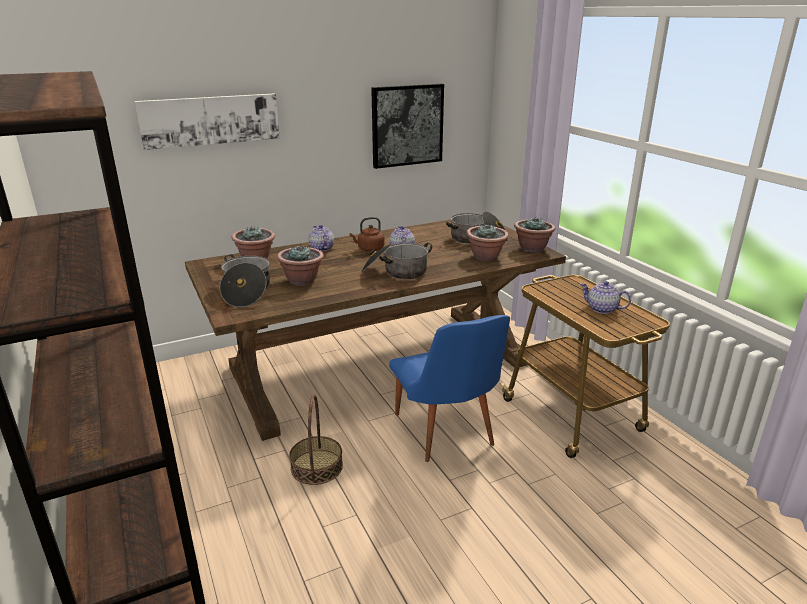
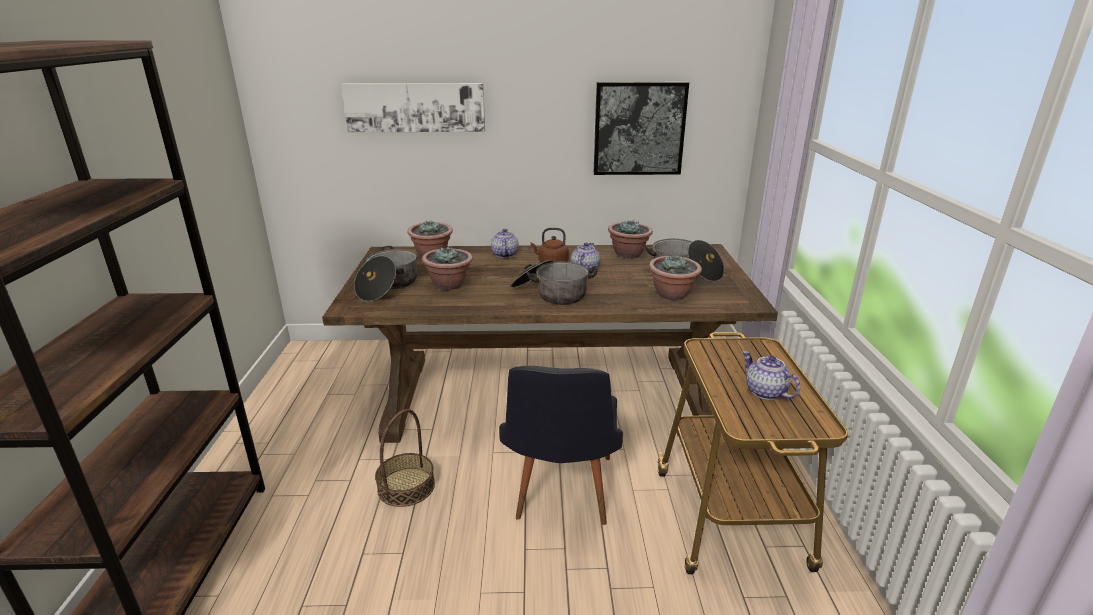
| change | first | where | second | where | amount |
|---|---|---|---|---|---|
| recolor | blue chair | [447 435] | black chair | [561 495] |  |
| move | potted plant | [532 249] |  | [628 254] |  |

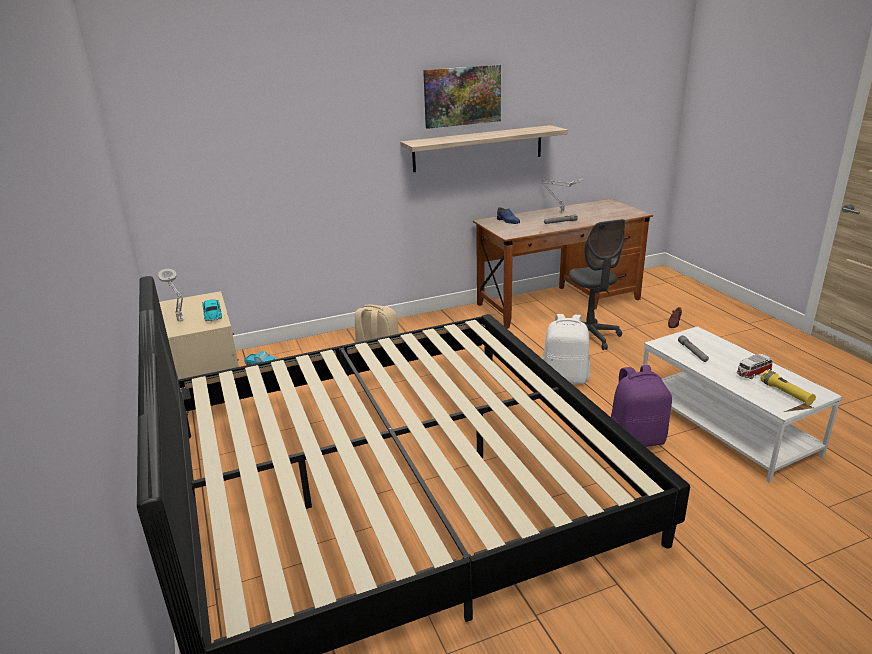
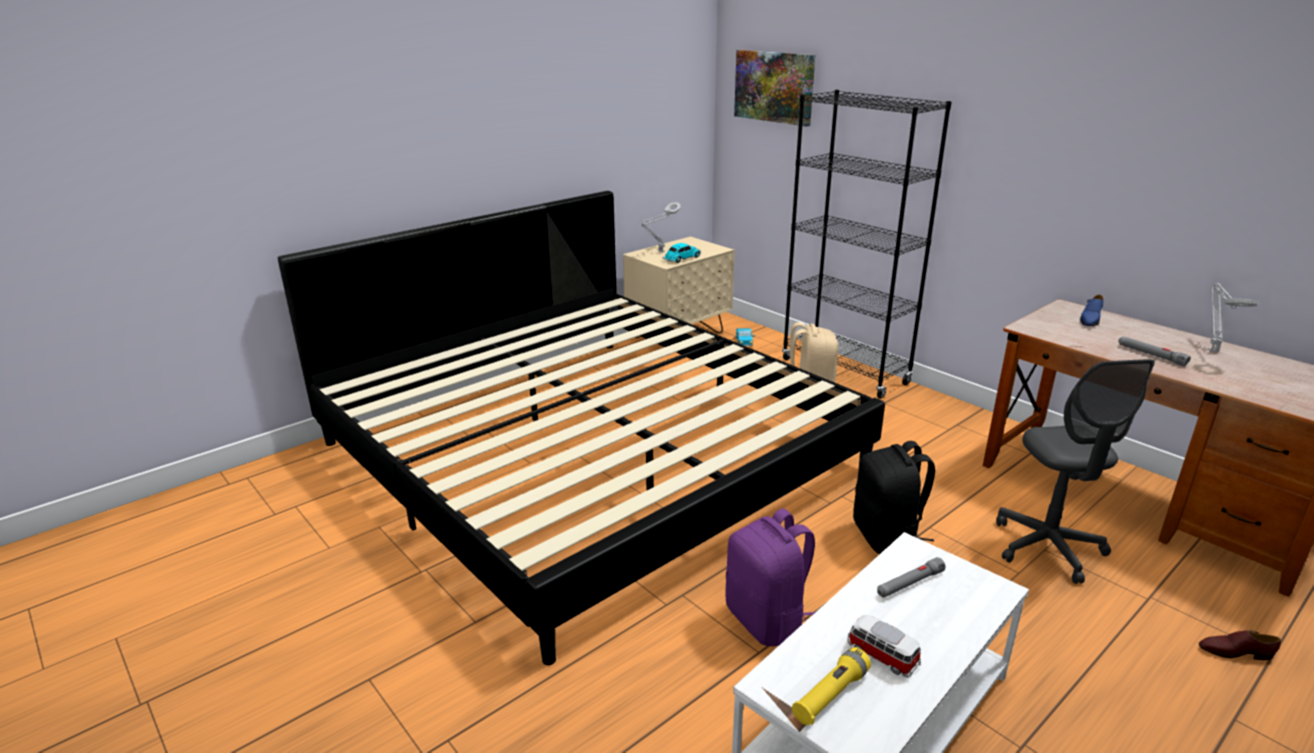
| change | first | where | second | where | amount |
|---|---|---|---|---|---|
| move | picture | [462 96] |  | [774 87] |  |
| insert |  |  | black bookcase | [844 372] |  |
| recolor | white backpack | [565 378] | black backpack | [887 537] |  |
| rotate | grey office chair | [589 336] |  | [1048 548] | 60 degrees counterclockwise |
| delete | shelf | [478 148] |  |  |  |

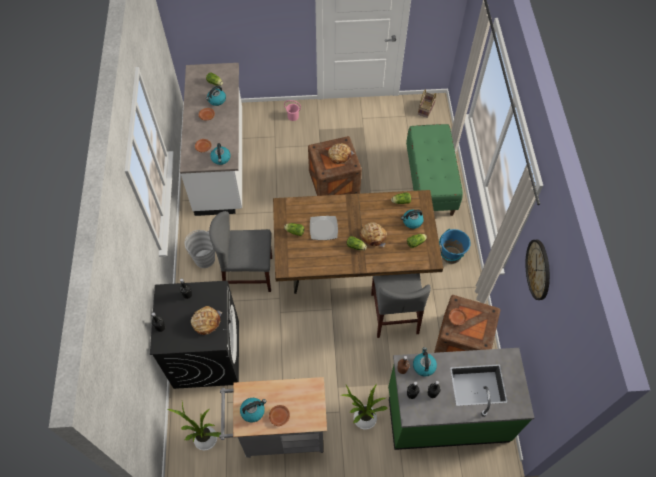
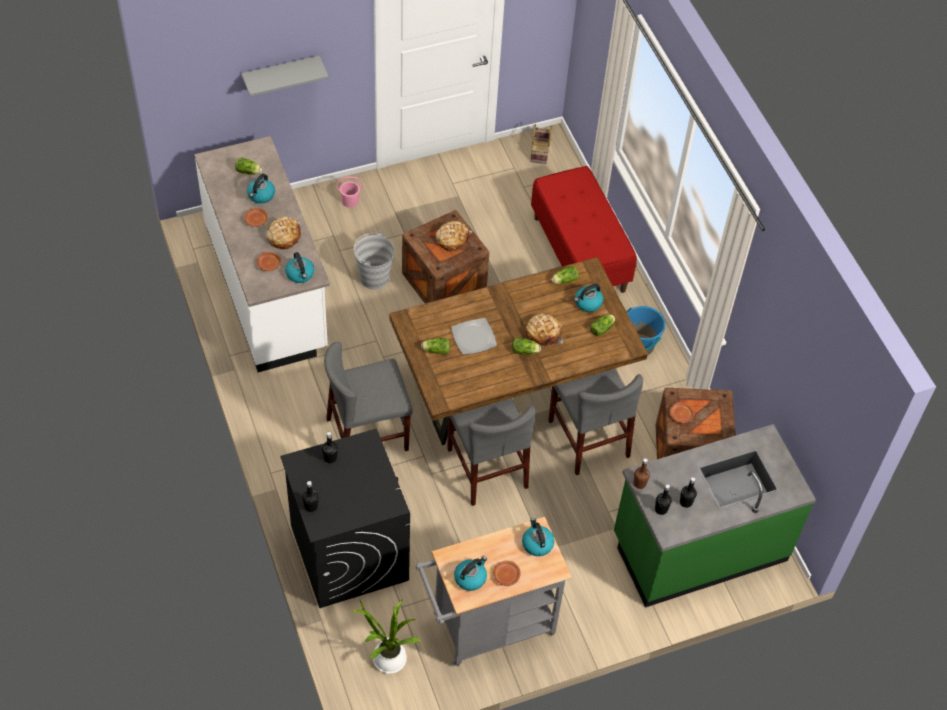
| change | first | where | second | where | amount |
|---|---|---|---|---|---|
| insert |  |  | grey shelf | [281 75] |  |
| move | bread | [206 322] |  | [283 236] |  |
| move | grey bucket | [204 259] |  | [374 278] |  |
| insert |  |  | grey chair | [487 468] |  |
| move | kettle | [423 366] |  | [537 543] |  |
| recolor | green bench | [430 182] | red bench | [579 254] |  |
| delete | potted plant | [363 417] |  |  |  |
| delete | wall clock | [538 269] |  |  |  |

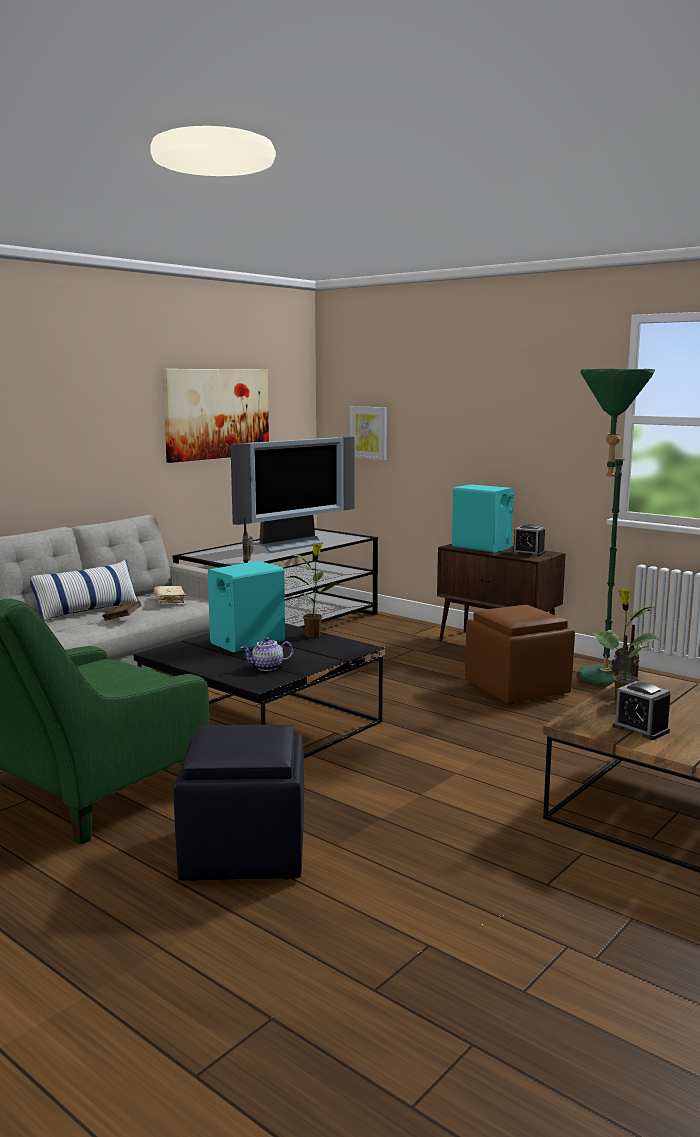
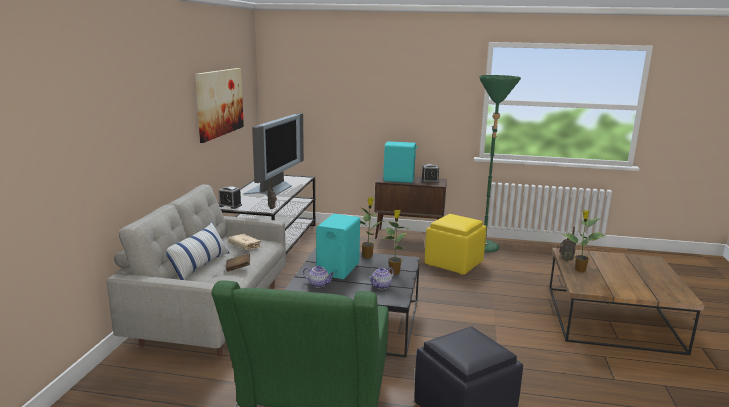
| change | first | where | second | where | amount |
|---|---|---|---|---|---|
| move | alarm clock | [640 729] |  | [230 205] |  |
| insert |  |  | teapot | [319 284] |  |
| insert |  |  | potted plant | [394 272] |  |
| recolor | brown ottoman | [517 688] | yellow ottoman | [453 263] |  |
| delete | picture | [369 432] |  |  |  |

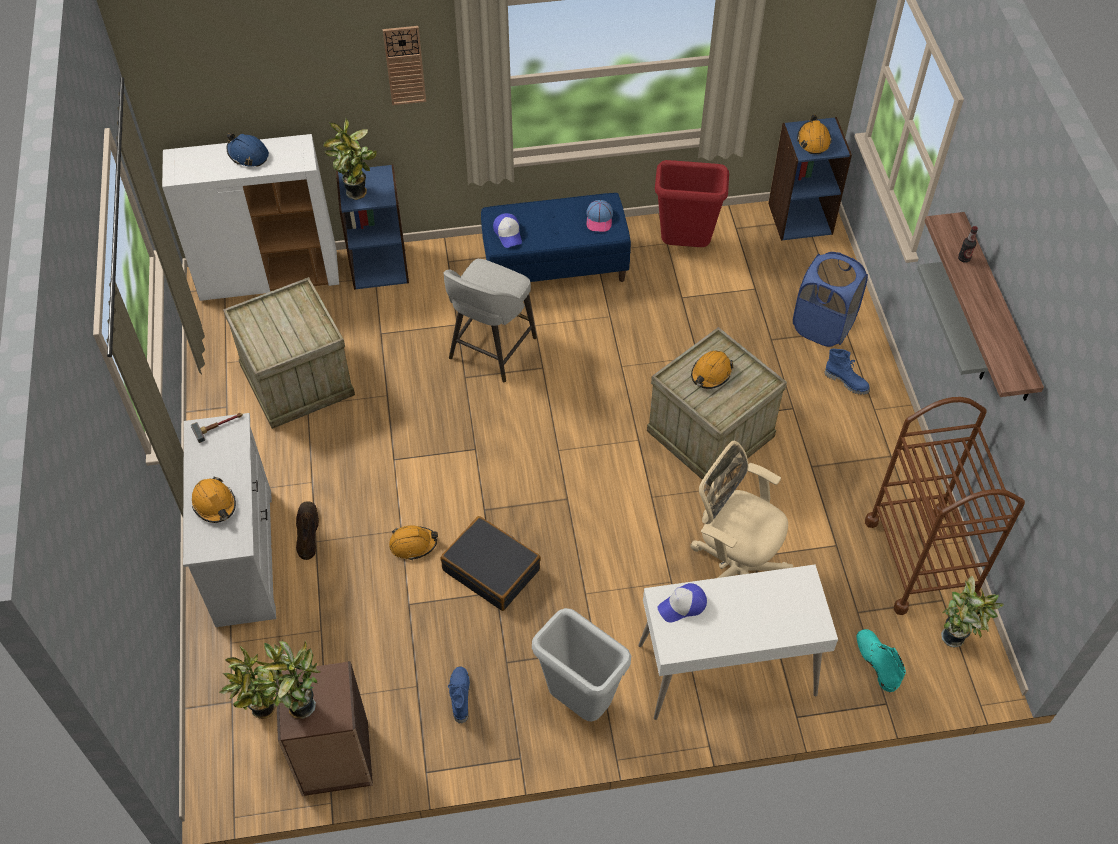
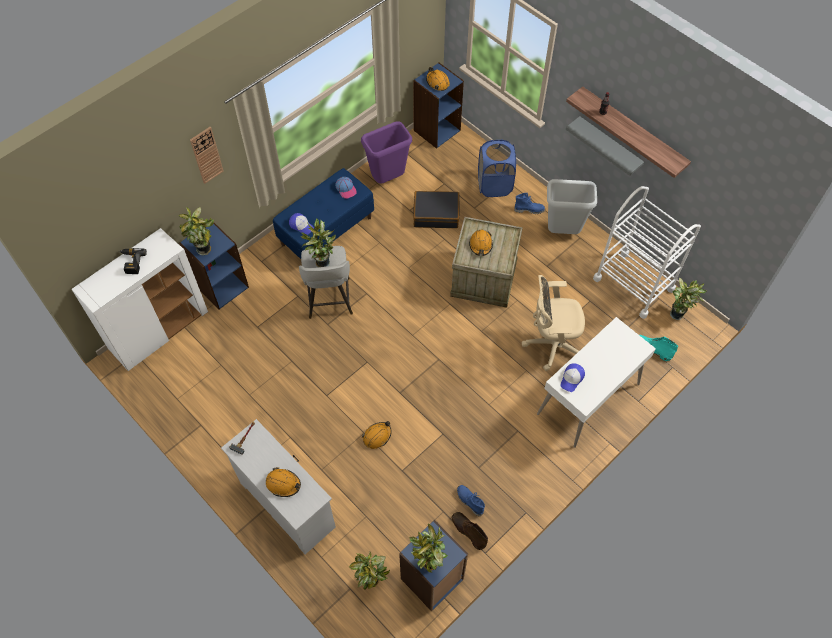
| change | first | where | second | where | amount |
|---|---|---|---|---|---|
| replace | blue hard hat | [248 154] | power drill | [131 262] |  |
| insert |  |  | potted plant | [321 262] |  |
| recolor | red trash can | [685 245] | purple trash can | [388 179] |  |
| recolor | brown bookcase | [335 759] | blue bookcase | [432 579] |  |
| move | black suitcase | [491 569] |  | [436 214] |  |
| move | brown boot | [307 532] |  | [468 531] |  |
| move | grey trash can | [578 702] |  | [562 232] |  |
| recolor | brown cart | [920 560] | white cart | [633 284] |  |
| delete | crate | [298 378] |  |  |  |

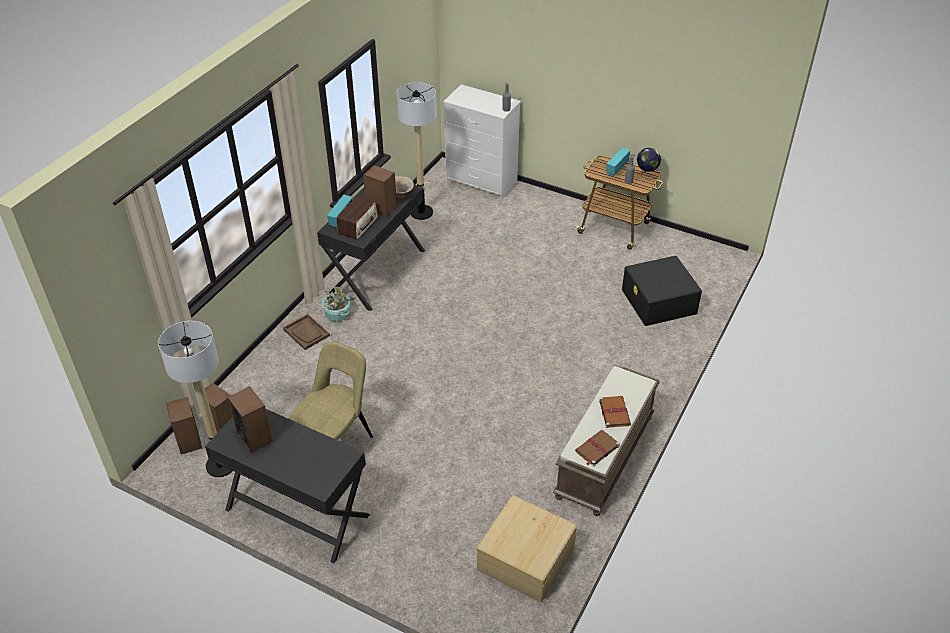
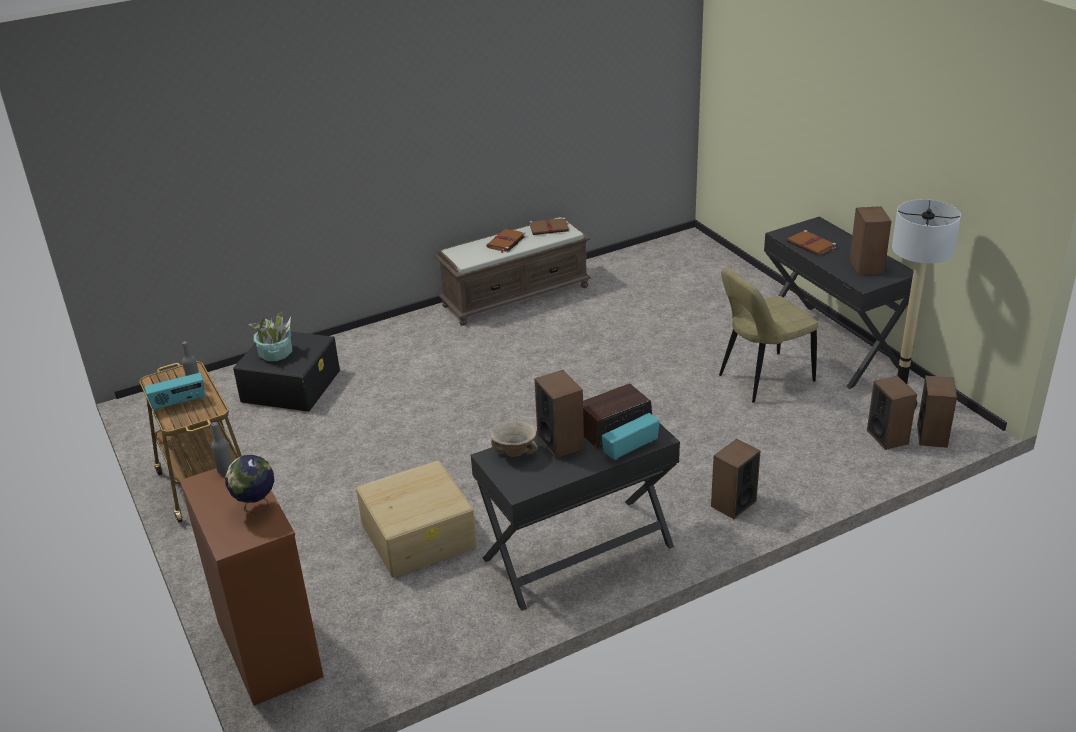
| change | first | where | second | where | amount |
|---|---|---|---|---|---|
| recolor | white dresser | [482 182] | brown dresser | [268 648] |  |
| move | globe | [646 174] |  | [256 507] |  |
| move | potted plant | [337 314] |  | [276 353] |  |
| move | beige storage box | [525 559] |  | [419 535] |  |
| replace | brown tray | [306 333] | speaker | [733 504] |  |
| insert |  |  | brown book | [811 245] |  |
| delete | floor lamp | [421 212] |  |  |  |

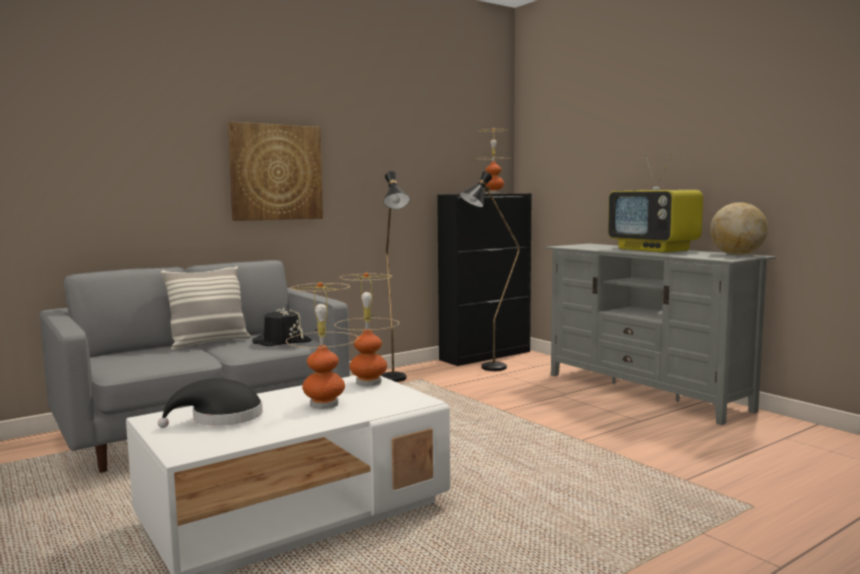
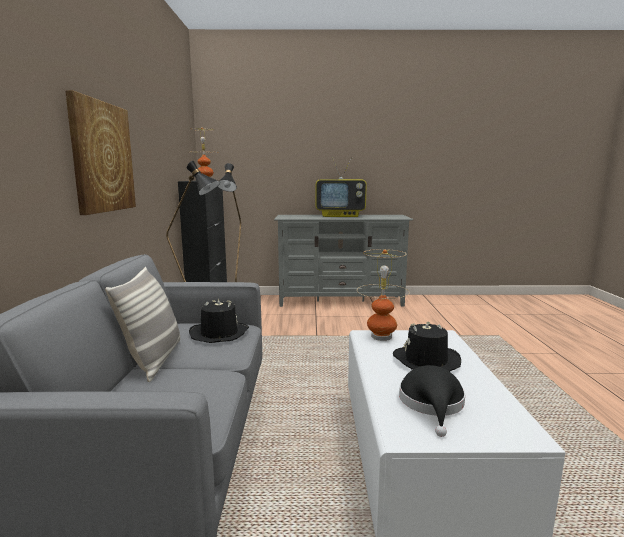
| change | first | where | second | where | amount |
|---|---|---|---|---|---|
| replace | table lamp | [323 404] | black hat | [426 360] |  |
| delete | globe | [737 254] |  |  |  |

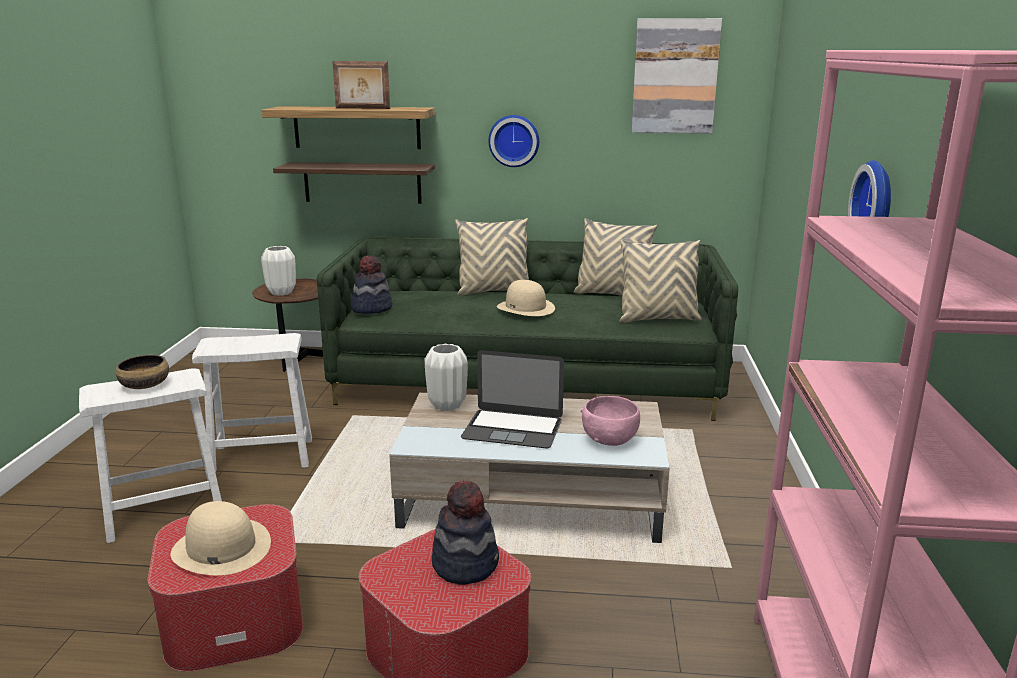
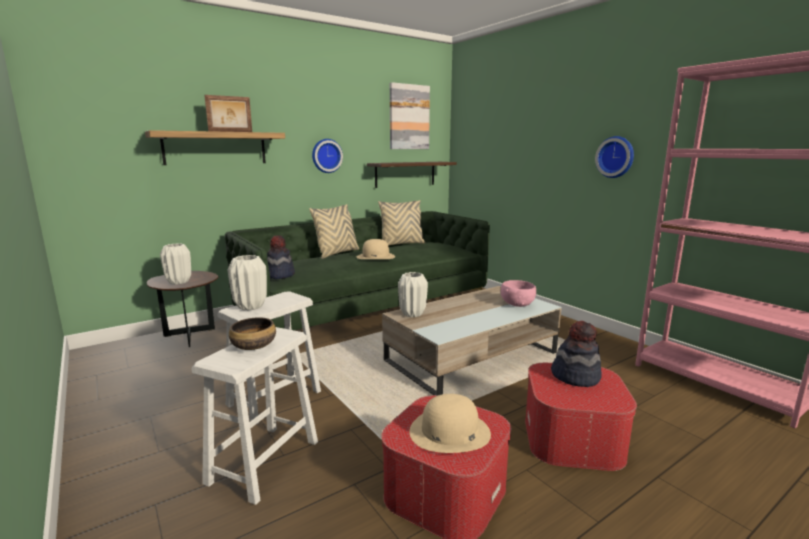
| change | first | where | second | where | amount |
|---|---|---|---|---|---|
| insert |  |  | white vase | [250 306] |  |
| move | shelf | [362 182] |  | [405 174] |  |
| delete | laptop | [512 429] |  |  |  |
| delete | beige pillow | [658 319] |  |  |  |

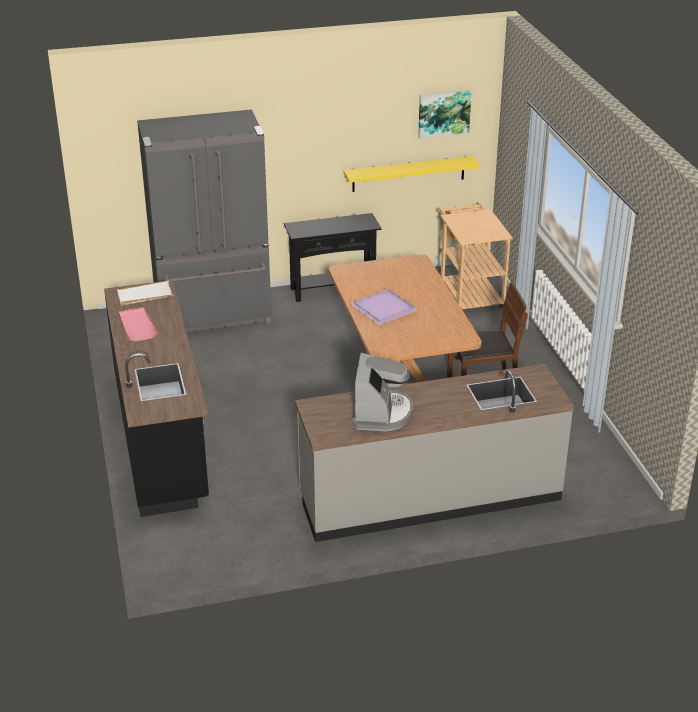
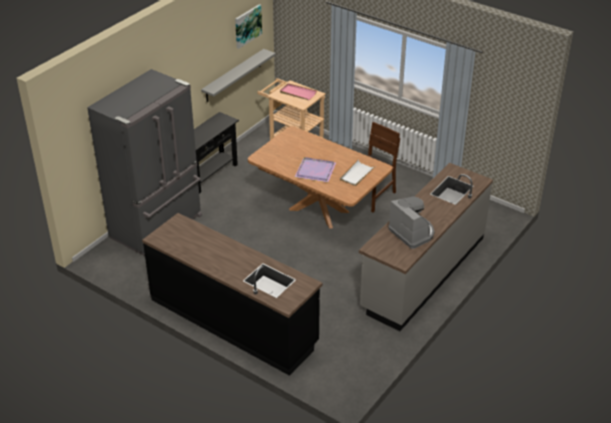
| change | first | where | second | where | amount |
|---|---|---|---|---|---|
| recolor | yellow shelf | [408 174] | grey shelf | [233 76] |  |
| move | pink tray | [137 326] |  | [298 93] |  |
| move | white tray | [145 295] |  | [357 174] |  |

